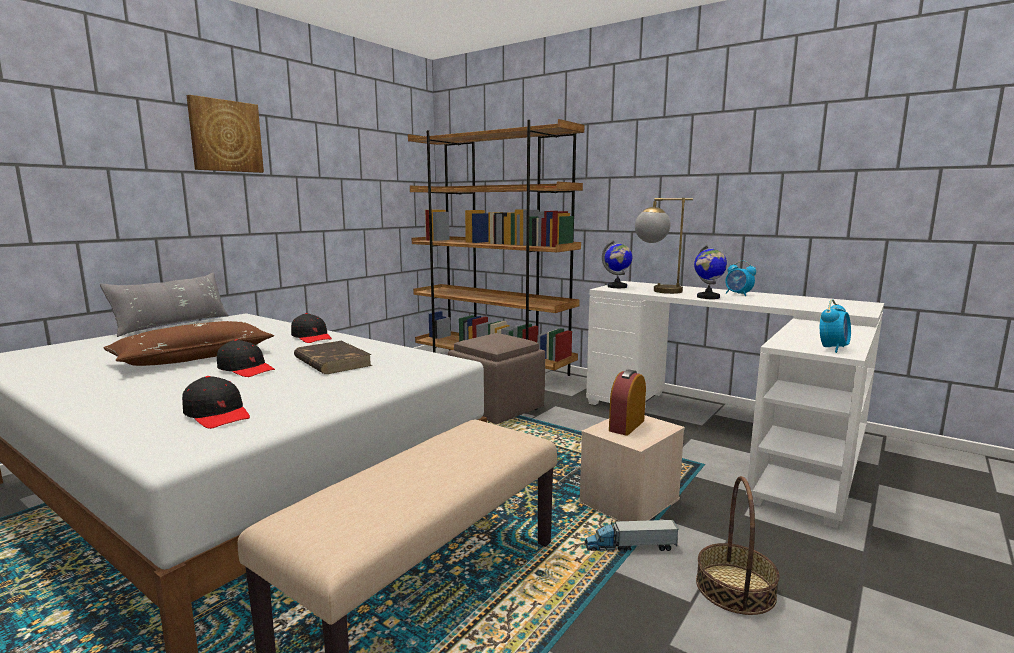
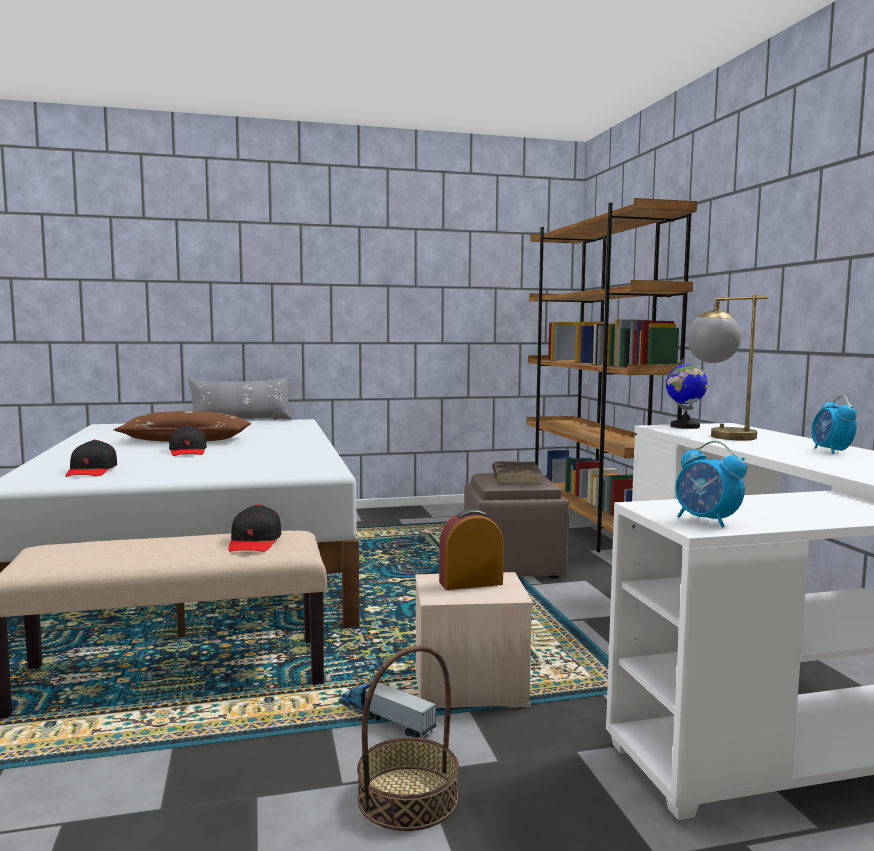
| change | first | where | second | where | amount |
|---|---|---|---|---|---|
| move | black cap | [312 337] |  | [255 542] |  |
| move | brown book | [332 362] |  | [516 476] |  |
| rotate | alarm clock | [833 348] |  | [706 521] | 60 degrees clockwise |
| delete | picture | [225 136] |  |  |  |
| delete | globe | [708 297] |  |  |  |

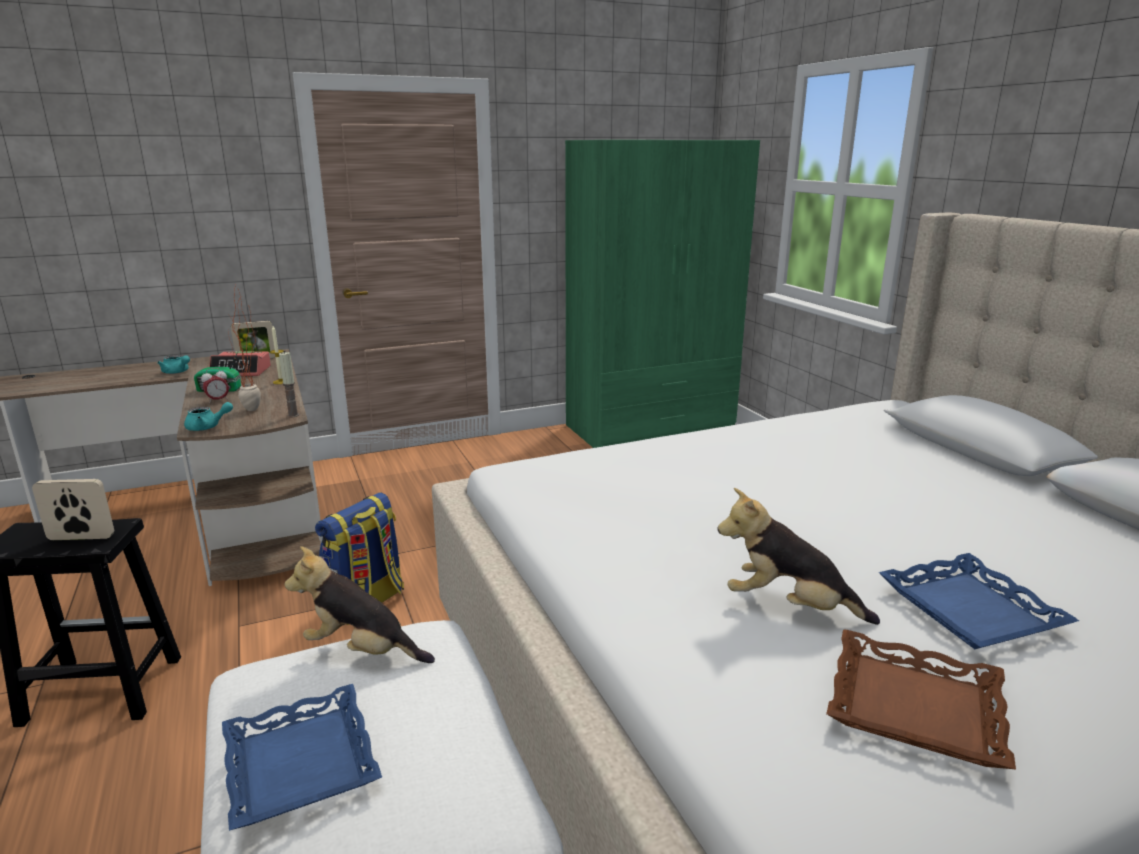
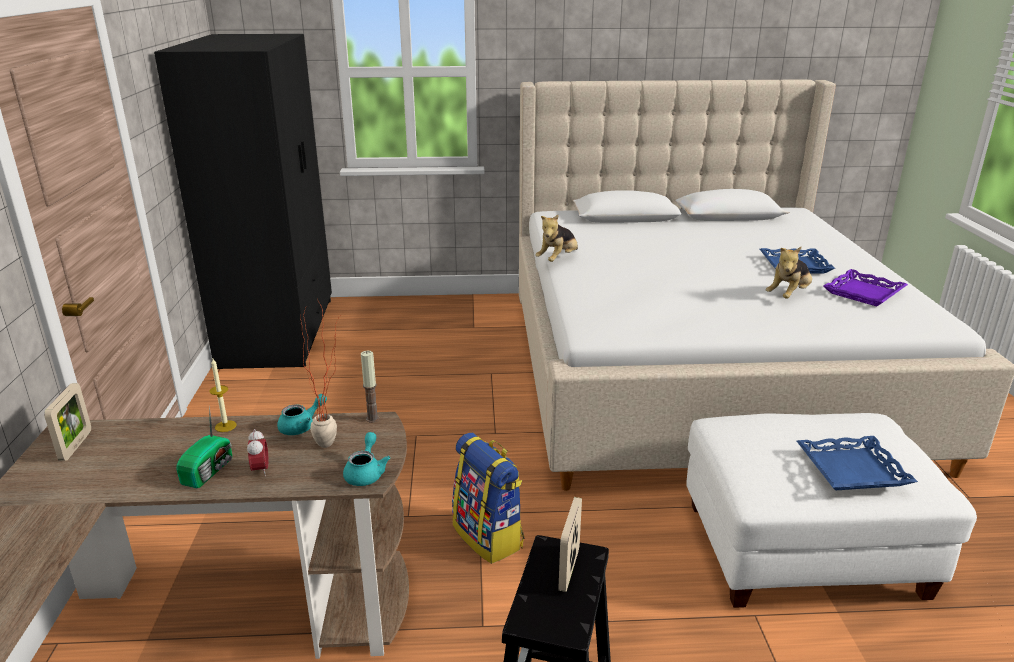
| change | first | where | second | where | amount |
|---|---|---|---|---|---|
| recolor | green wardrobe | [650 428] | black wardrobe | [279 331] |  |
| move | turquoise teapot | [177 372] |  | [302 426] |  |
| move | plush toy | [362 650] |  | [558 259] |  |
| recolor | brown tray | [915 706] | purple tray | [863 292] |  |
| delete | alarm clock | [241 371] |  |  |  |

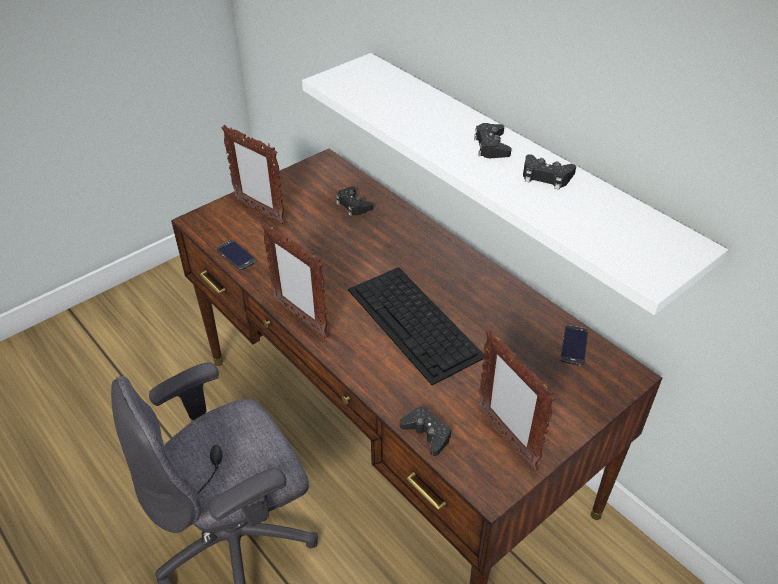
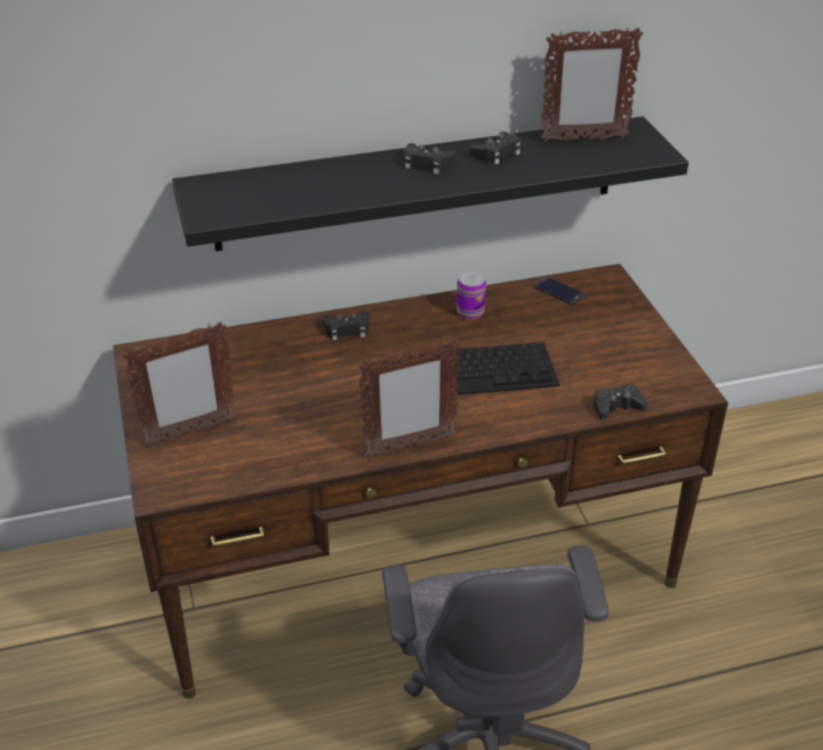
| change | first | where | second | where | amount |
|---|---|---|---|---|---|
| recolor | white shelf | [515 168] | black shelf | [418 183] |  |
| move | black game controller | [353 205] |  | [347 329] |  |
| insert |  |  | can | [470 312] |  |
| move | picture frame | [506 437] |  | [583 139] |  |
| delete | phone | [236 255] |  |  |  |

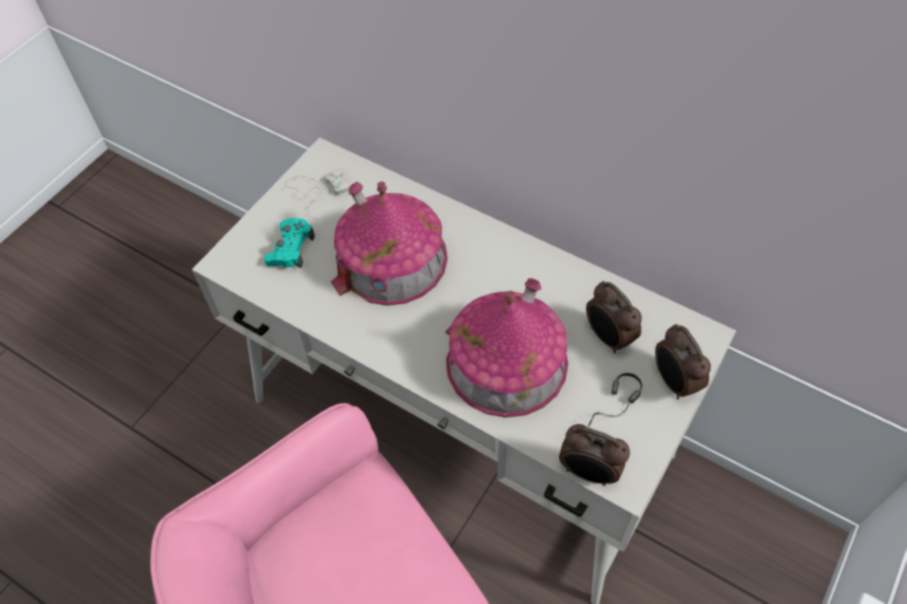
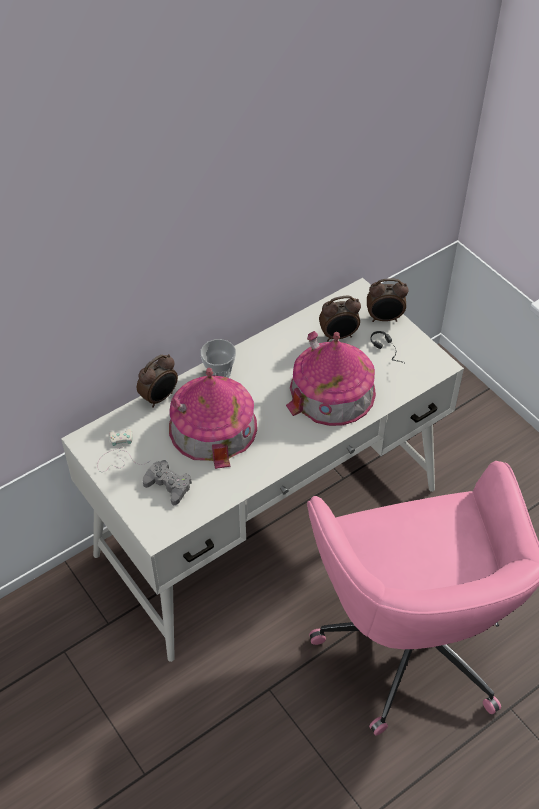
| change | first | where | second | where | amount |
|---|---|---|---|---|---|
| move | alarm clock | [588 472] |  | [160 397] |  |
| recolor | turquoise game controller | [291 248] | grey game controller | [168 485] |  |
| insert |  |  | cup | [219 372] |  |

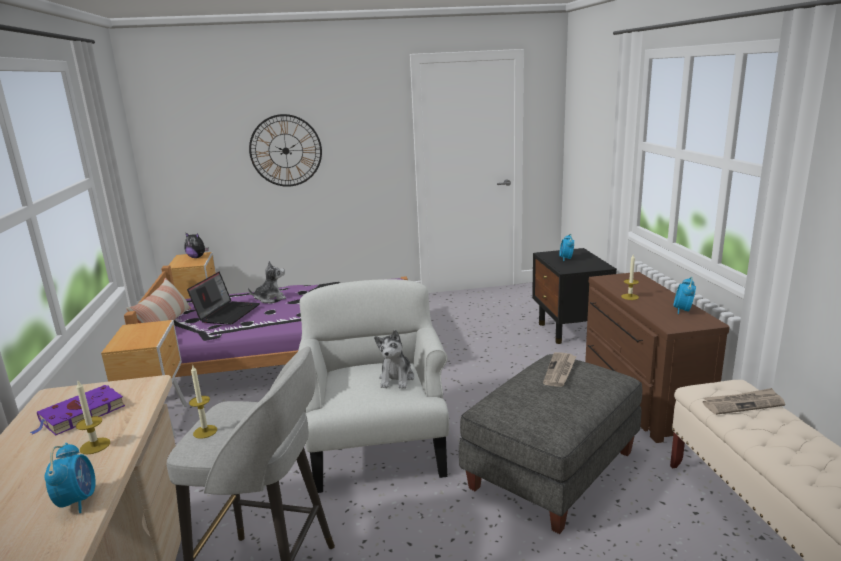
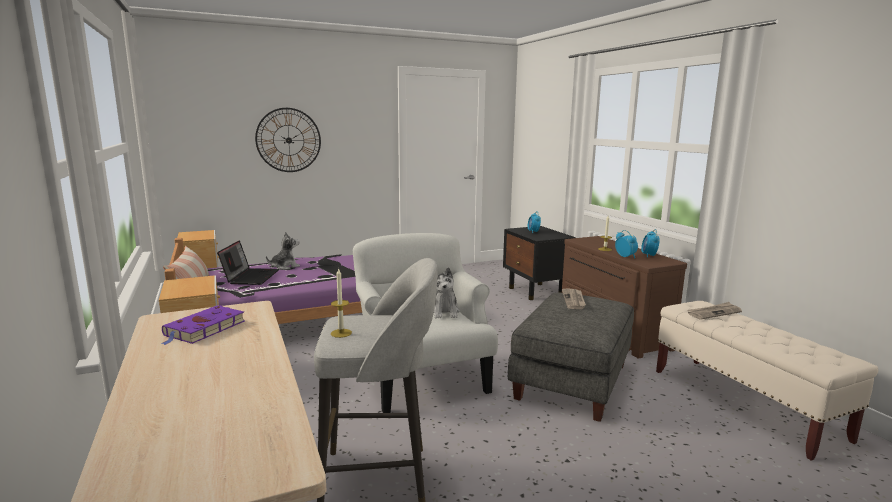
| change | first | where | second | where | amount |
|---|---|---|---|---|---|
| move | alarm clock | [78 501] |  | [625 256] |  |
| delete | candle | [95 446] |  |  |  |
| delete | plush toy | [197 257] |  |  |  |

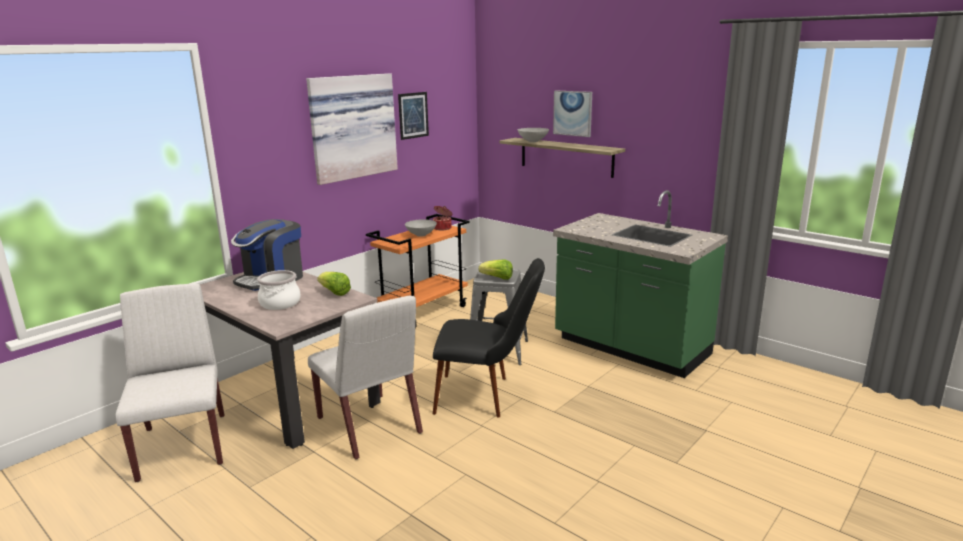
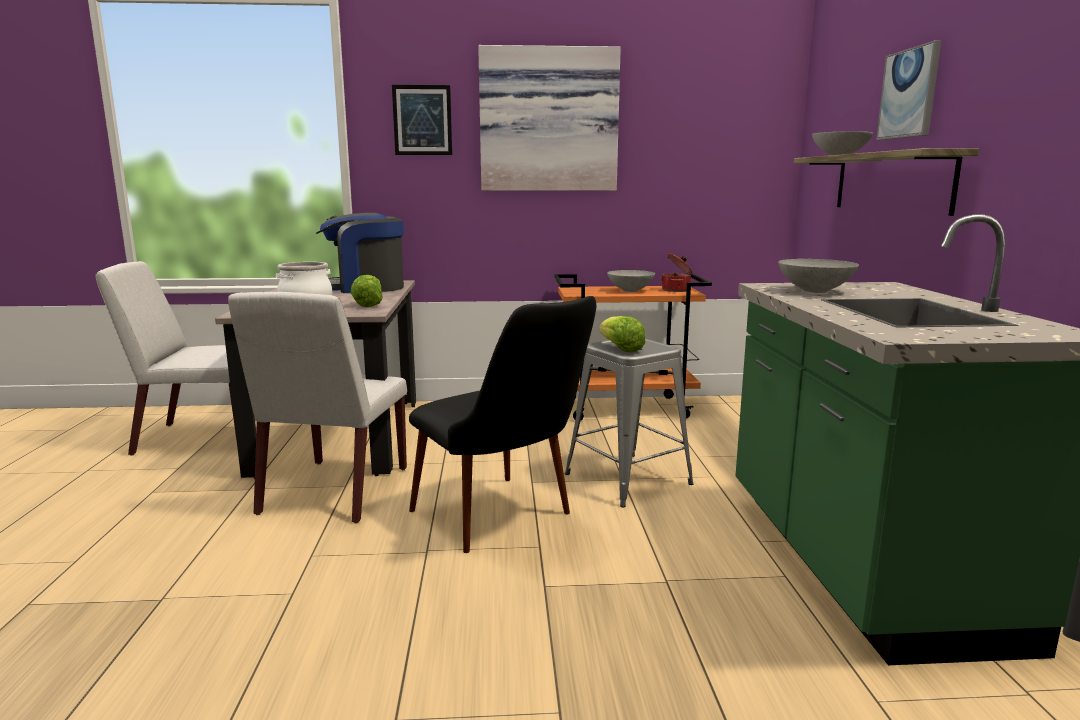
| change | first | where | second | where | amount |
|---|---|---|---|---|---|
| rotate | white chair | [183 445] |  | [201 438] | 120 degrees counterclockwise |
| move | picture | [413 115] |  | [422 120] |  |
| insert |  |  | grey bowl | [813 291] |  |

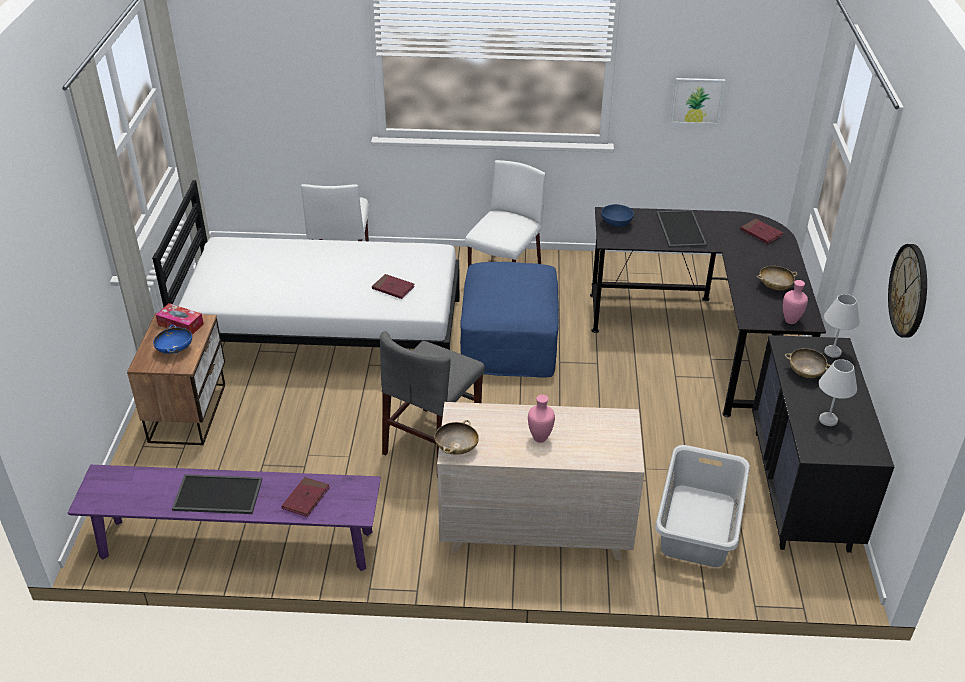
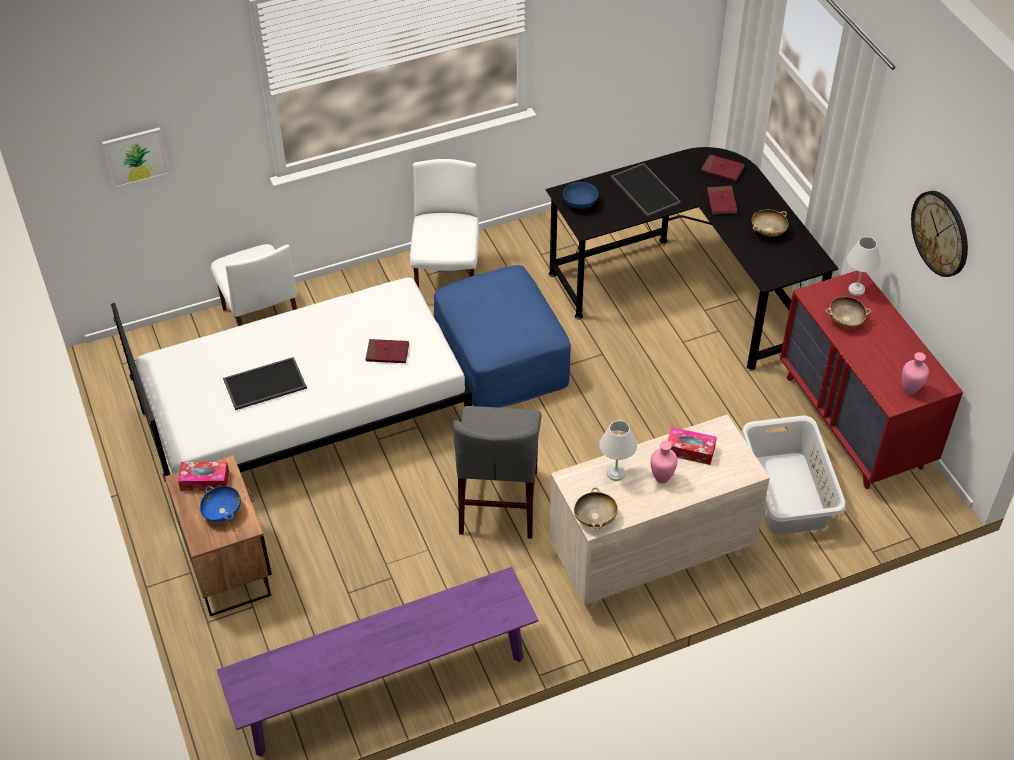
| change | first | where | second | where | amount |
|---|---|---|---|---|---|
| move | picture | [697 100] |  | [136 156] |  |
| move | tray | [216 495] |  | [264 385] |  |
| move | white table lamp | [827 419] |  | [615 473] |  |
| insert |  |  | tissue box | [690 450] |  |
| move | red book | [306 498] |  | [721 202] |  |
| recolor | black dresser | [801 490] | red dresser | [854 423] |  |
| move | pink vase | [789 321] |  | [909 391] |  |

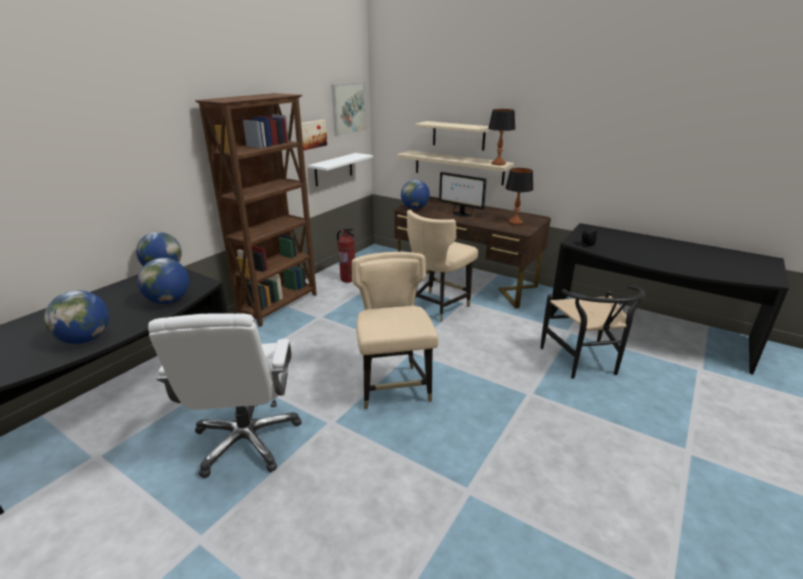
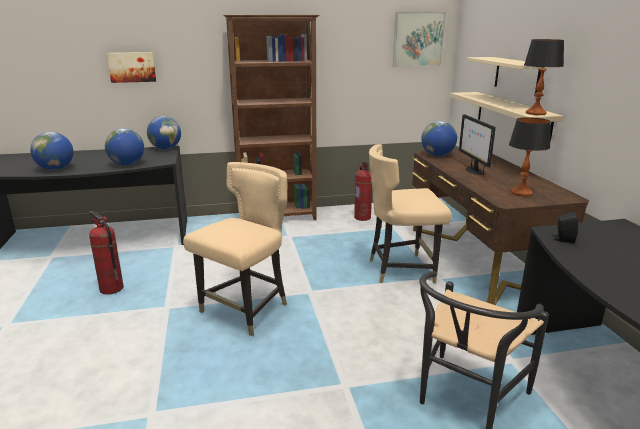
| change | first | where | second | where | amount |
|---|---|---|---|---|---|
| replace | white office chair | [246 440] | fire extinguisher | [111 289] |  |
| move | picture | [310 134] |  | [132 67] |  |
| delete | white shelf | [333 169] |  |  |  |

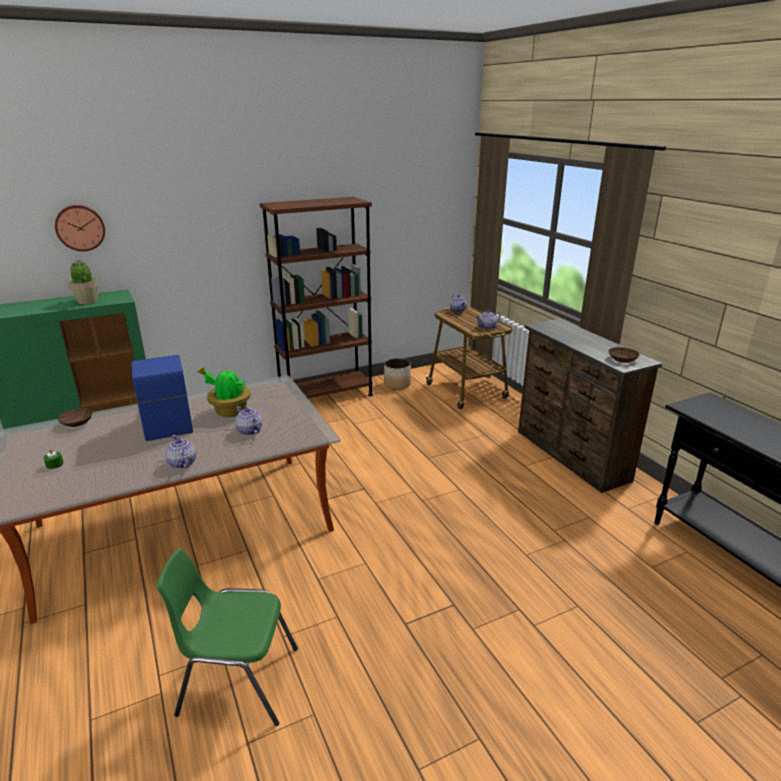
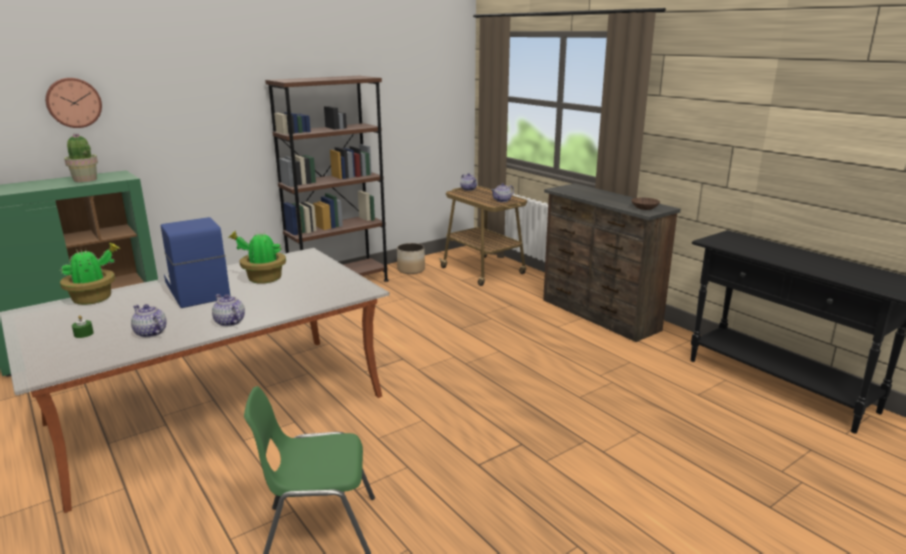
| change | first | where | second | where | amount |
|---|---|---|---|---|---|
| replace | brown bowl | [77 422] | potted plant | [94 299] |  |
| move | teapot | [249 431] |  | [150 333] |  |

